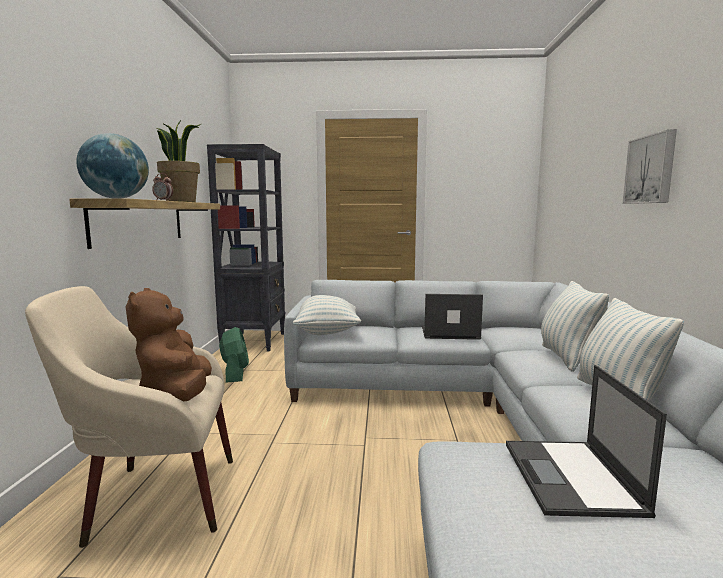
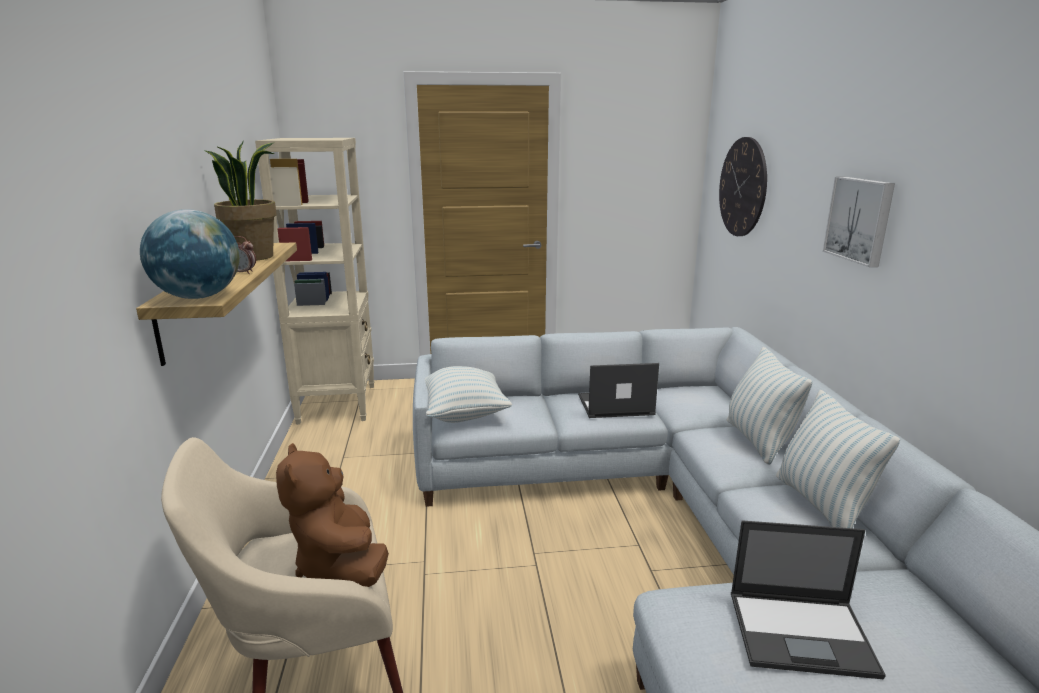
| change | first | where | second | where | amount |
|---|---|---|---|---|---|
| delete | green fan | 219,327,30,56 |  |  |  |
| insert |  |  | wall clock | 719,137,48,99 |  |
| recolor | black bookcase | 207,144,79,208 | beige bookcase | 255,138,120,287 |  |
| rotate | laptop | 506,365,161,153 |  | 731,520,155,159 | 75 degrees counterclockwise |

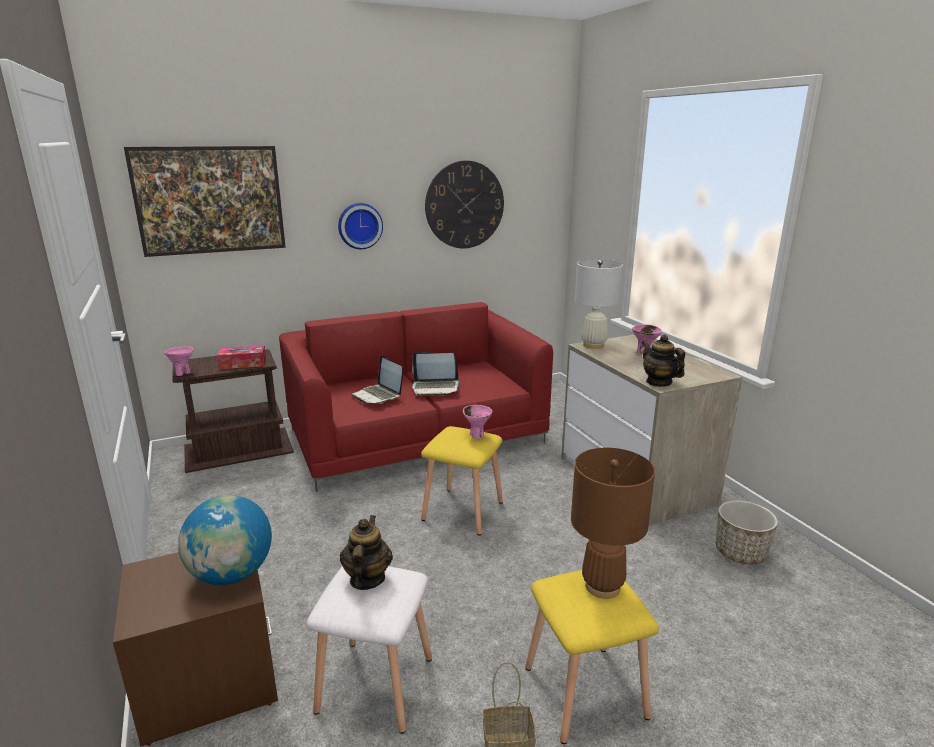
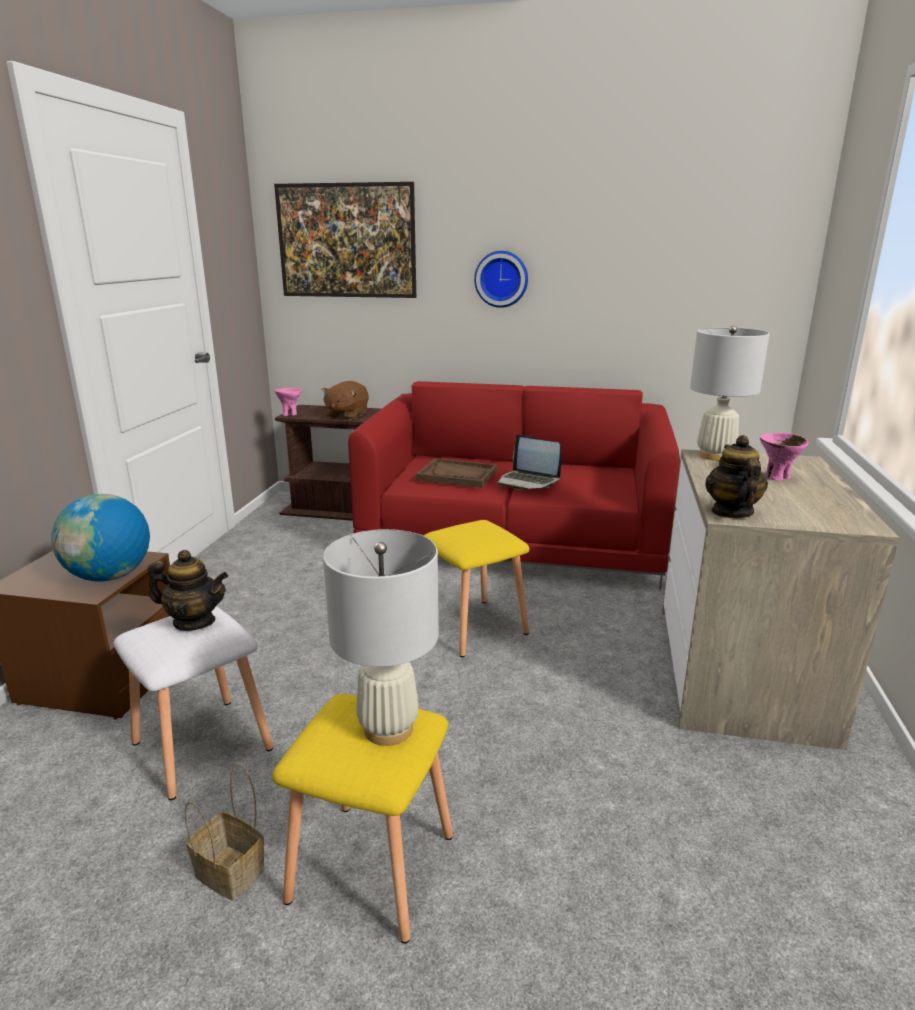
| change | first | where | second | where | amount |
|---|---|---|---|---|---|
| delete | wall clock | 425,161,79,87 |  |  |  |
| delete | pink bowl | 463,405,30,34 |  |  |  |
| delete | planter | 716,500,62,64 |  |  |  |
| replace | tissue box | 217,345,49,24 | brown plush toy | 322,381,47,39 |  |
| replace | laptop | 352,355,50,48 | brown tray | 416,458,82,30 |  |
| recolor | brown table lamp | 571,448,84,151 | white table lamp | 323,529,116,217 |  |
| rotate | teapot | 340,515,53,75 |  | 148,550,80,81 | 60 degrees clockwise |

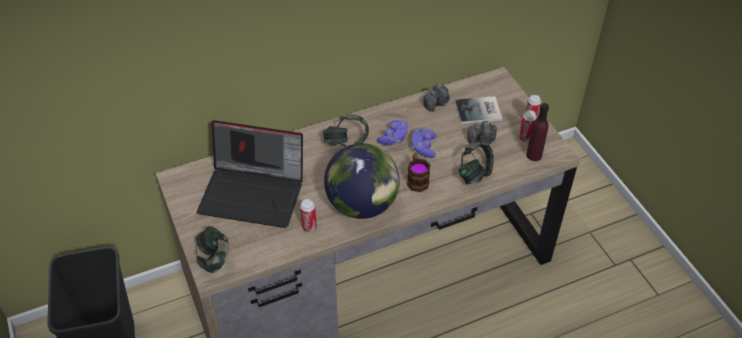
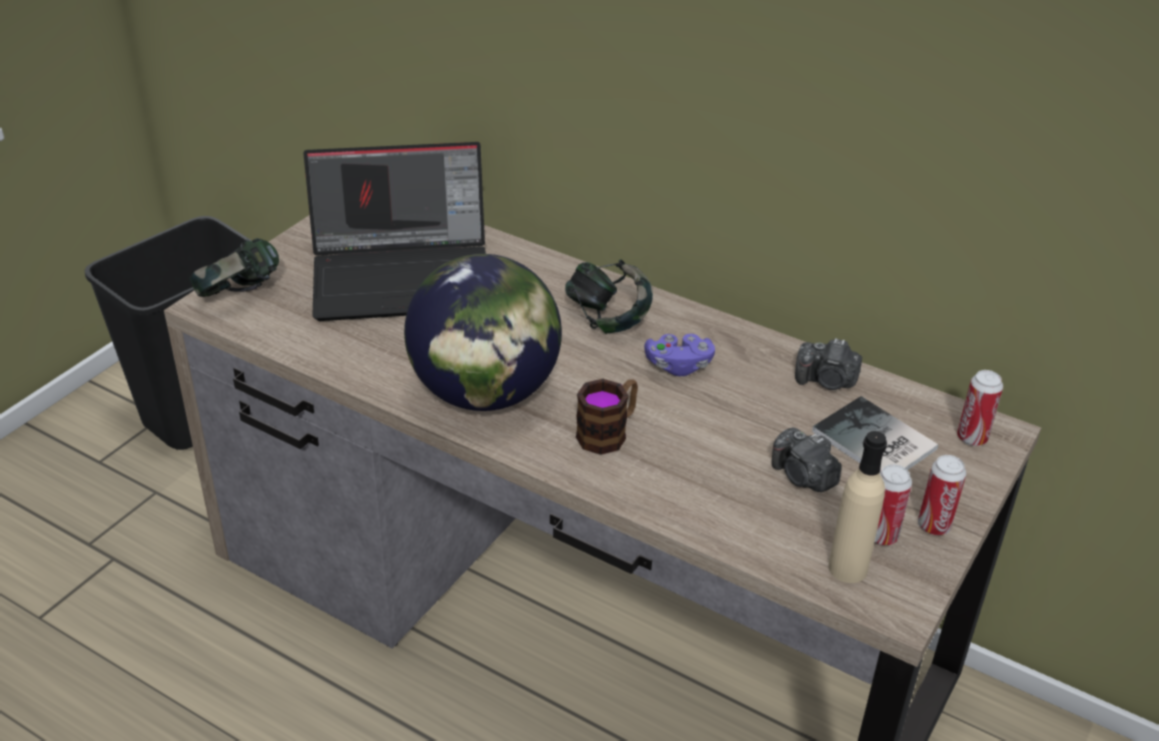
| change | first | where | second | where | amount |
|---|---|---|---|---|---|
| delete | purple game controller | 412,127,24,31 |  |  |  |
| delete | headphones | 458,141,36,43 |  |  |  |
| move | can | 300,199,17,33 |  | 957,370,46,76 |  |
| recolor | purple bottle | 526,103,23,58 | beige bottle | 828,431,59,152 |  |
| rotate | laptop | 197,120,106,108 |  | 303,142,183,179 | 75 degrees counterclockwise |

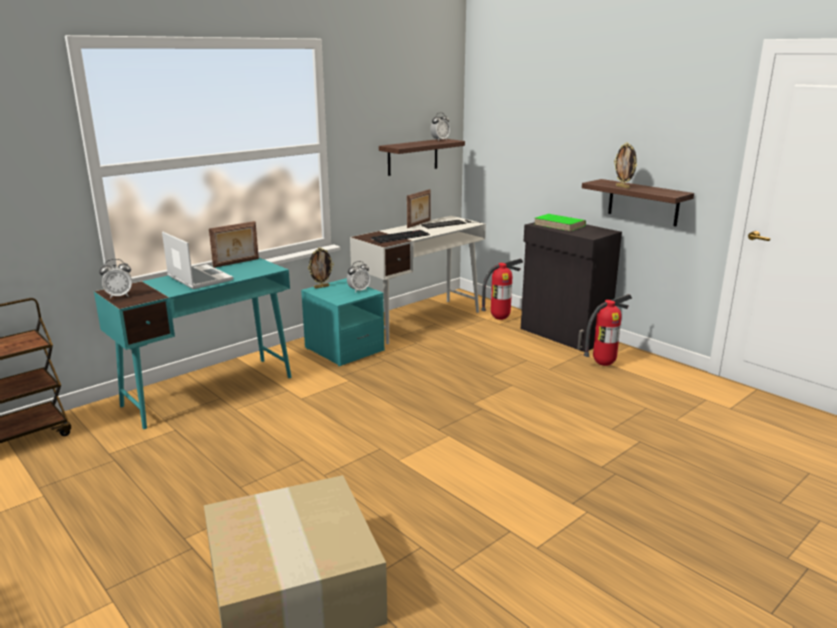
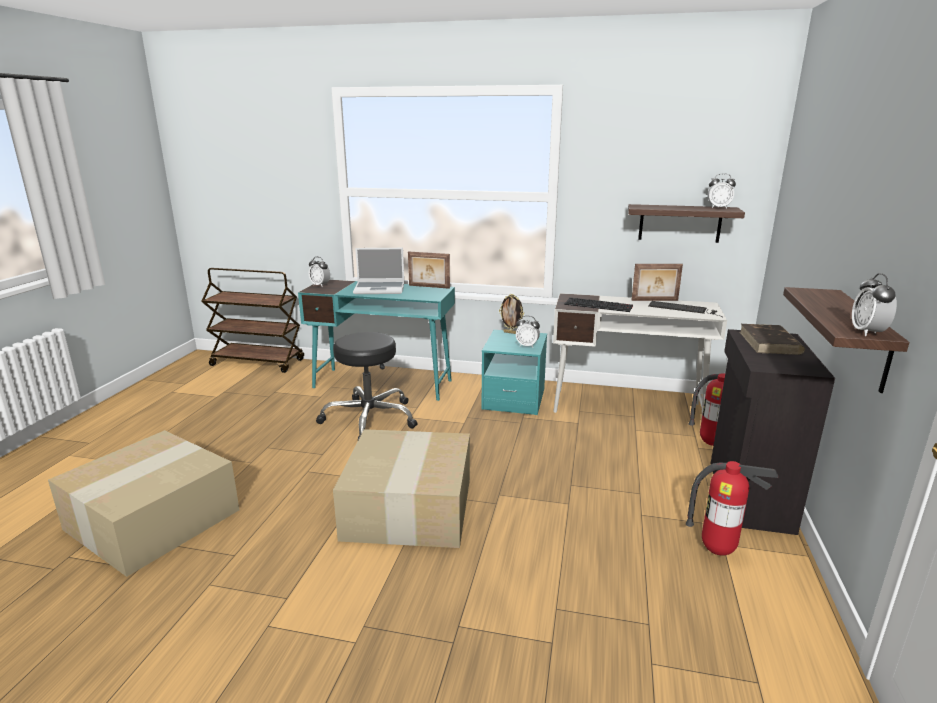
| change | first | where | second | where | amount |
|---|---|---|---|---|---|
| delete | picture frame | 614,142,23,47 |  |  |  |
| insert |  |  | black stool | 316,332,101,108 |  |
| insert |  |  | cardboard box | 333,429,137,119 |  |
| insert |  |  | alarm clock | 852,273,45,63 |  |
| recolor | green book | 534,214,52,17 | brown book | 739,324,66,31 |  |
| rotate | laptop | 162,232,71,57 |  | 353,248,51,46 | 75 degrees clockwise |

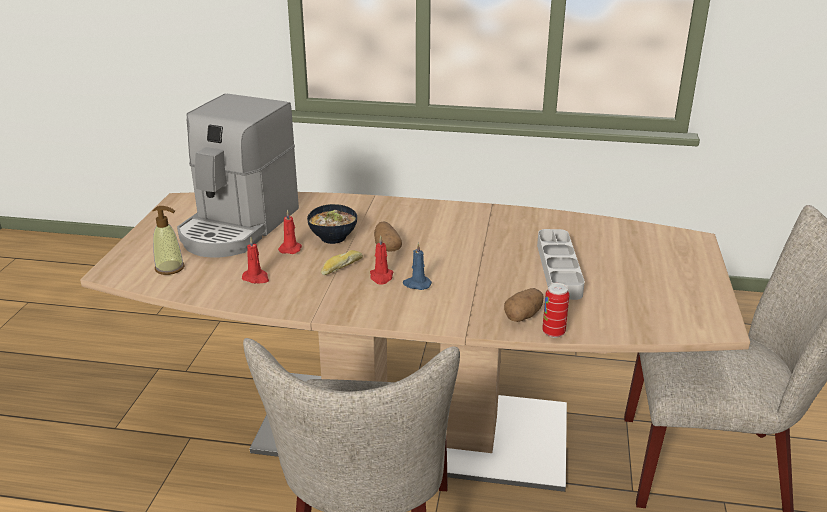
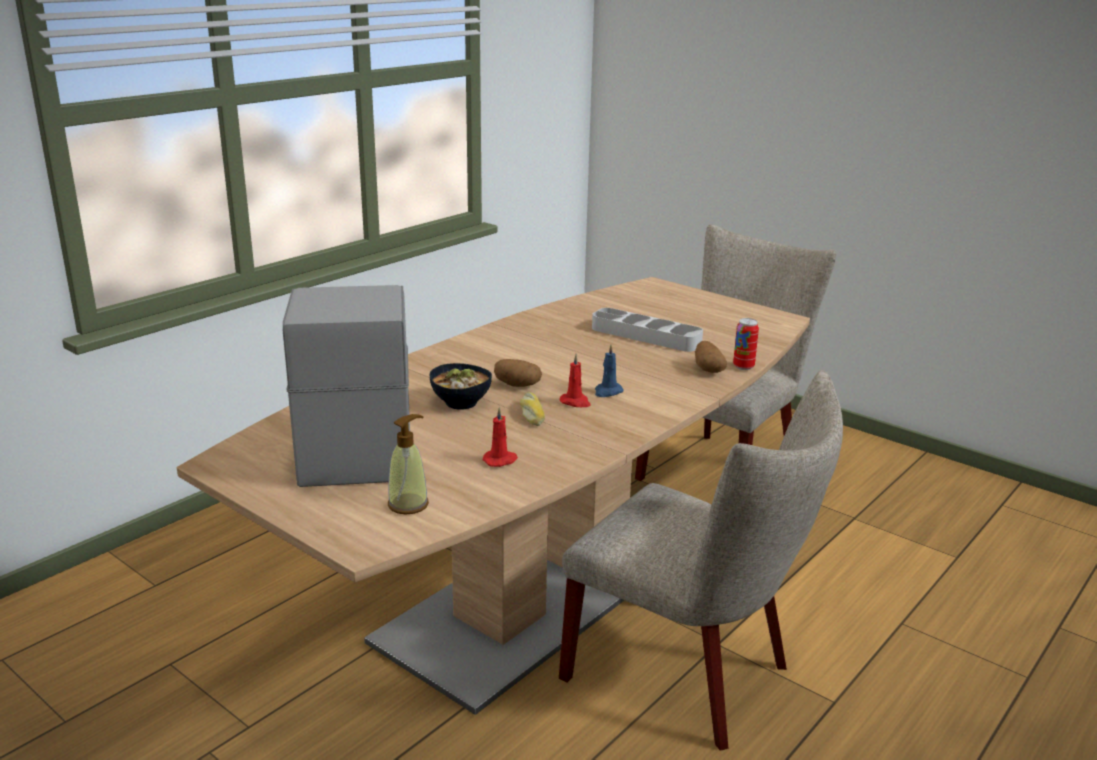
| change | first | where | second | where | amount |
|---|---|---|---|---|---|
| delete | red candle | 278,210,24,44 |  |  |  |
| rotate | coffee machine | 177,94,122,164 |  | 283,285,127,202 | 150 degrees counterclockwise |

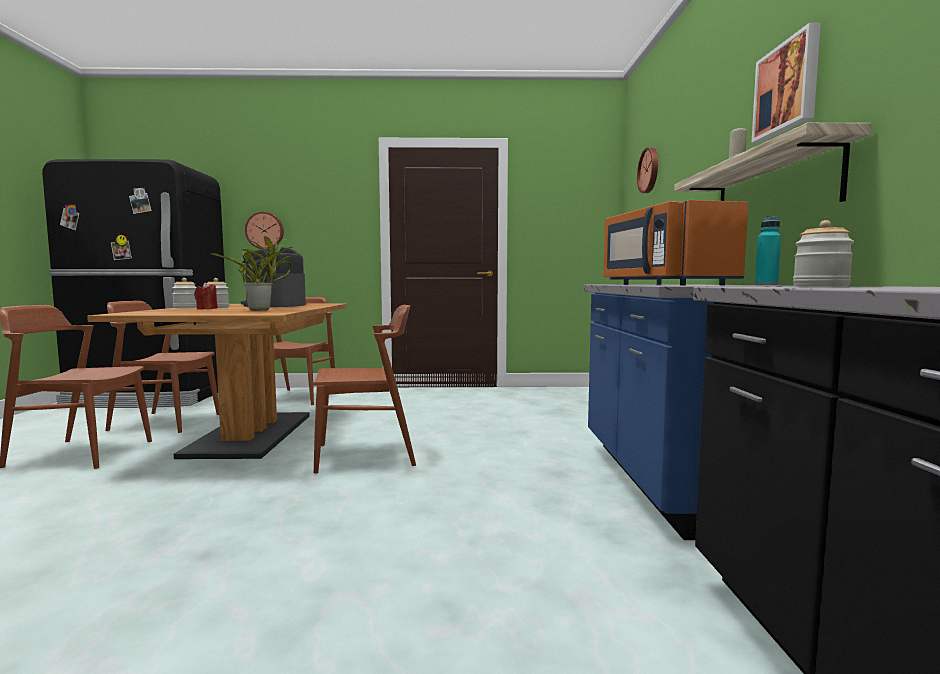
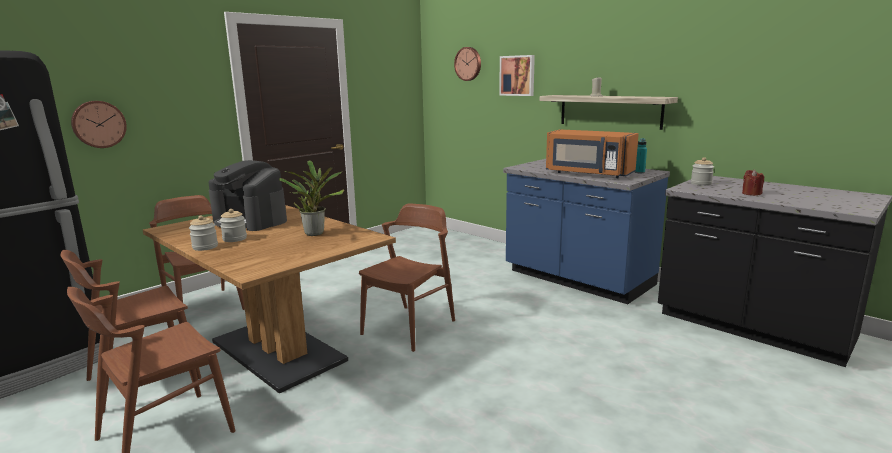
| change | first | where | second | where | amount |
|---|---|---|---|---|---|
| move | red candle | 194,282,24,27 |  | 742,170,22,26 |  |
| move | picture | 751,23,70,120 |  | 499,55,36,41 |  |

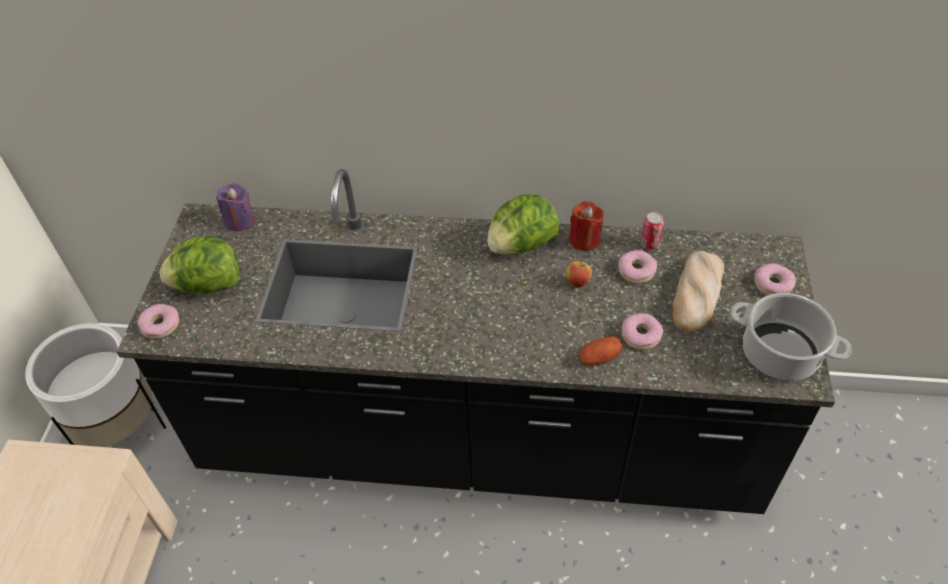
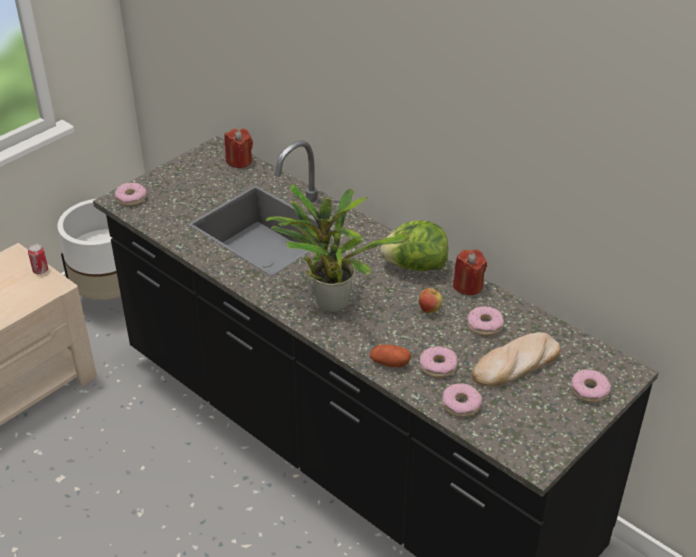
| change | first | where | second | where | amount |
|---|---|---|---|---|---|
| delete | lettuce | 160,236,79,57 |  |  |  |
| delete | cooking pot | 731,293,121,88 |  |  |  |
| insert |  |  | potted plant | 266,184,143,128 |  |
| insert |  |  | donut | 442,383,40,34 |  |
| move | can | 640,212,24,38 |  | 28,244,20,30 |  |
| recolor | purple candle | 216,183,39,48 | red candle | 224,129,29,39 |  |

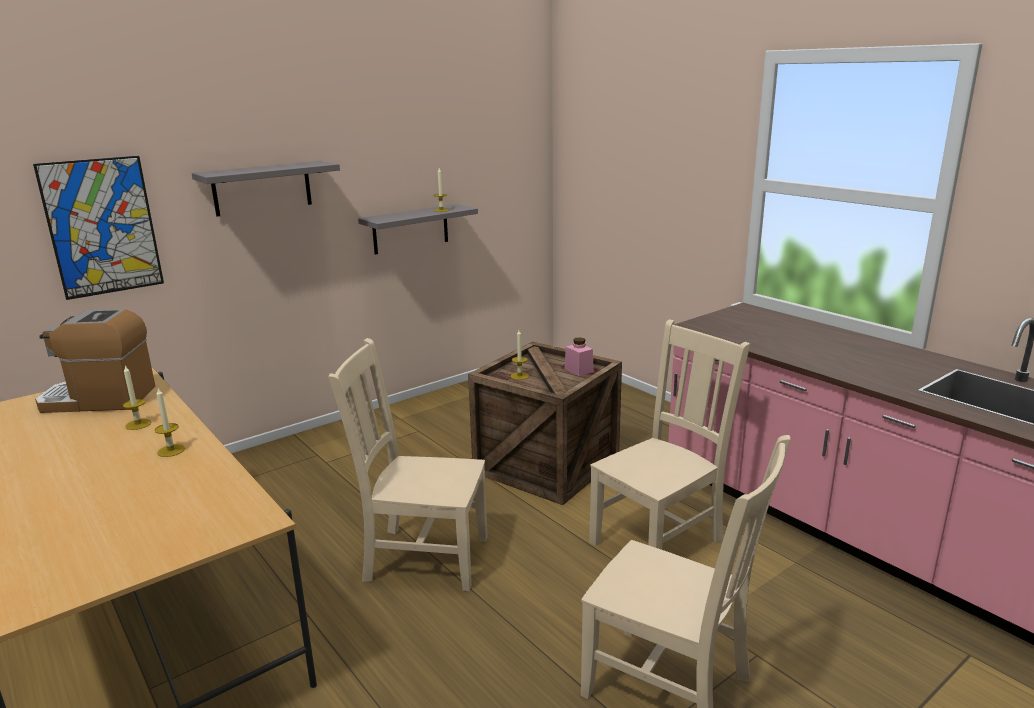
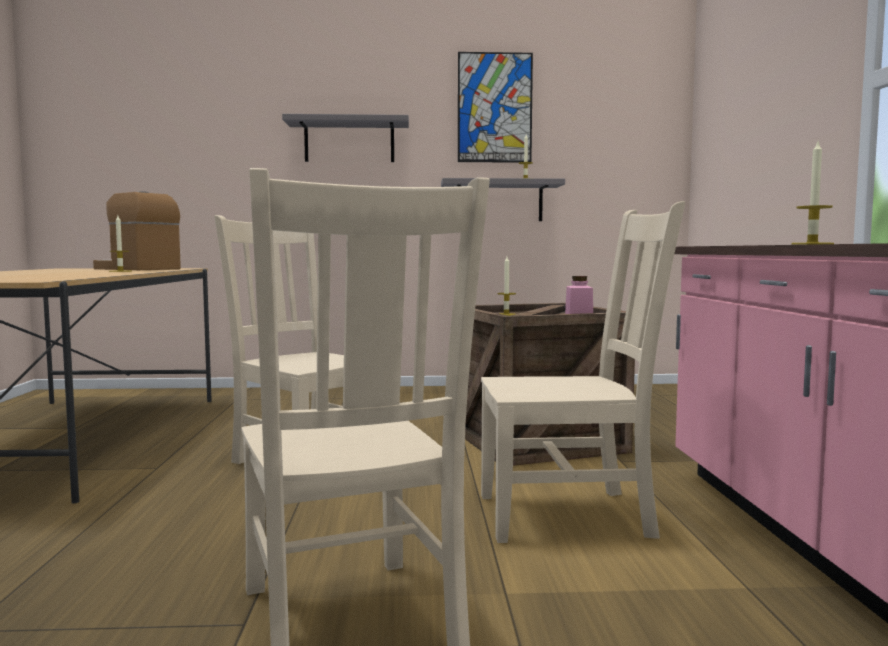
| change | first | where | second | where | amount |
|---|---|---|---|---|---|
| move | picture | 33,156,131,144 |  | 458,52,75,111 |  |
| move | candle | 155,388,30,69 |  | 792,142,42,102 |  |

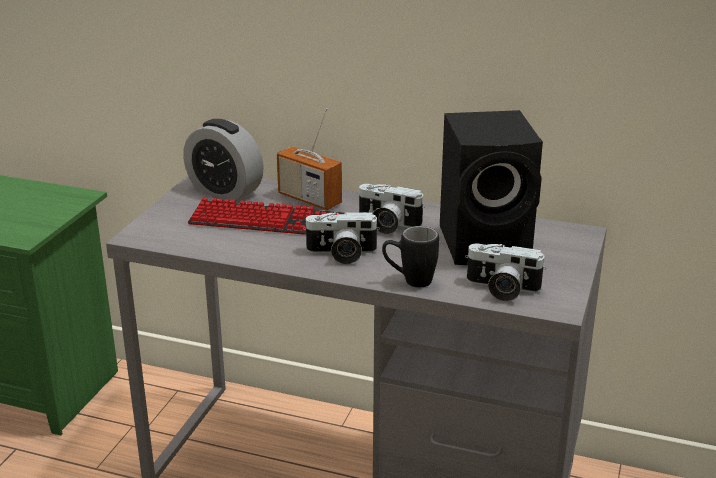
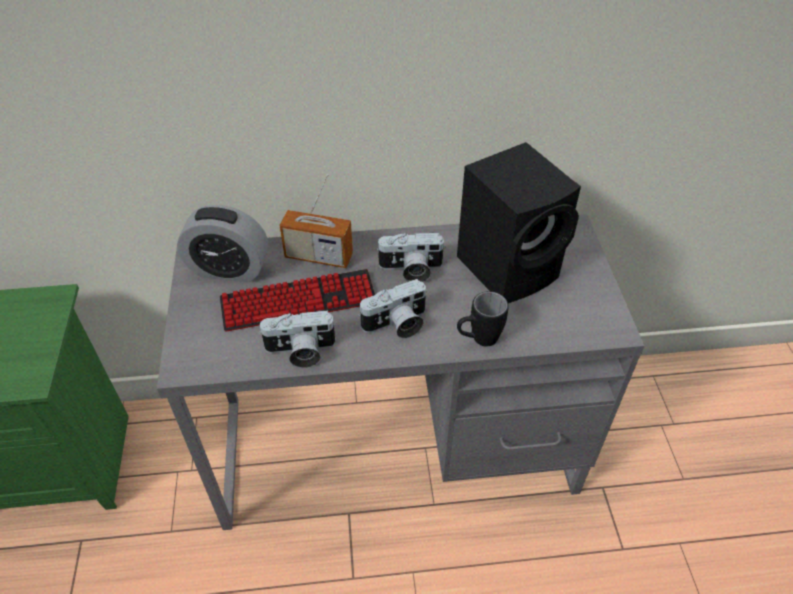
| change | first | where | second | where | amount |
|---|---|---|---|---|---|
| move | photo camera | 465,244,81,57 |  | 258,310,79,58 |  |

